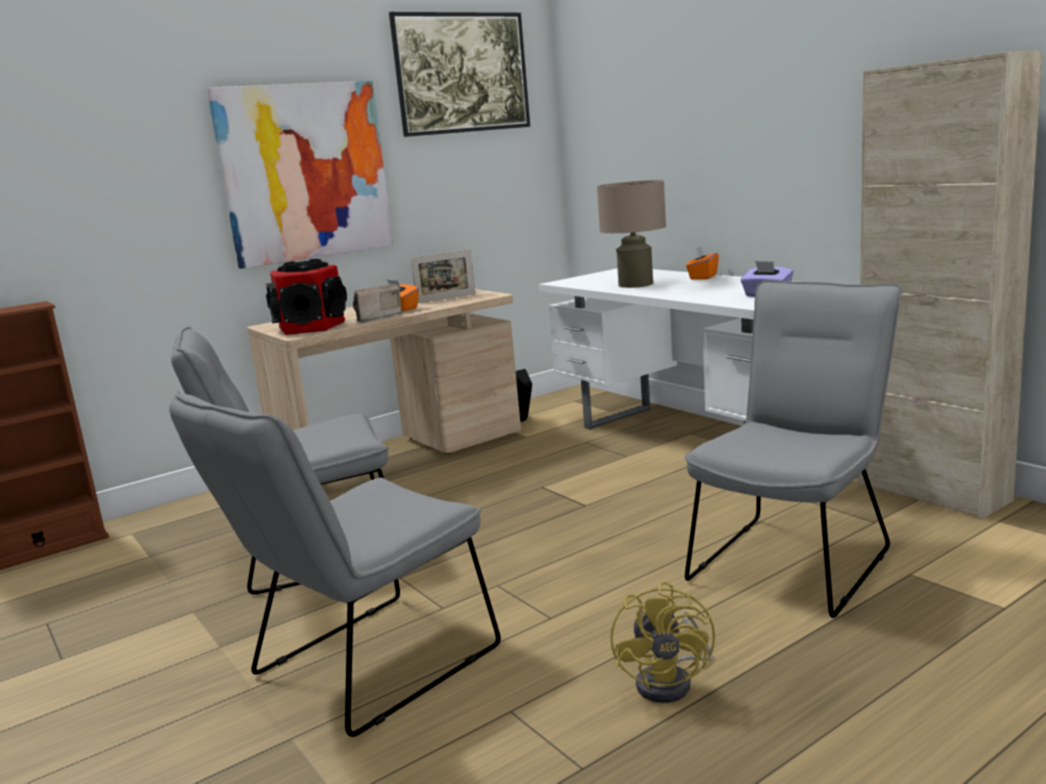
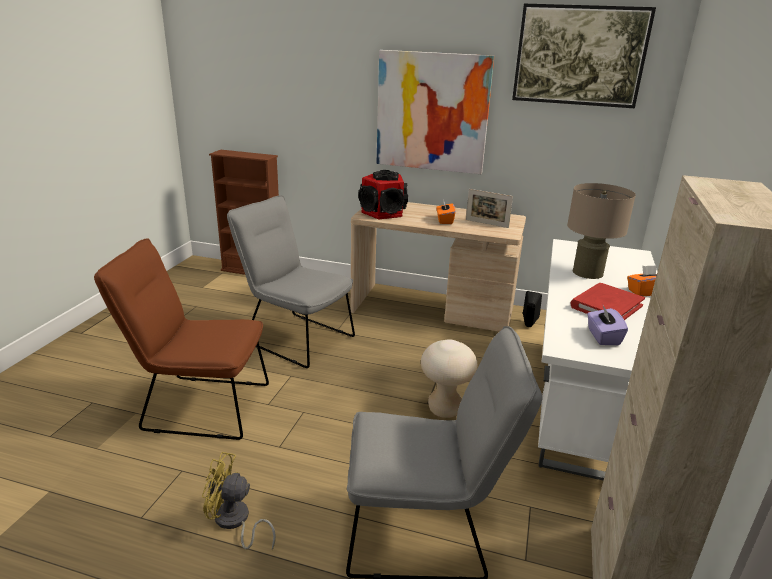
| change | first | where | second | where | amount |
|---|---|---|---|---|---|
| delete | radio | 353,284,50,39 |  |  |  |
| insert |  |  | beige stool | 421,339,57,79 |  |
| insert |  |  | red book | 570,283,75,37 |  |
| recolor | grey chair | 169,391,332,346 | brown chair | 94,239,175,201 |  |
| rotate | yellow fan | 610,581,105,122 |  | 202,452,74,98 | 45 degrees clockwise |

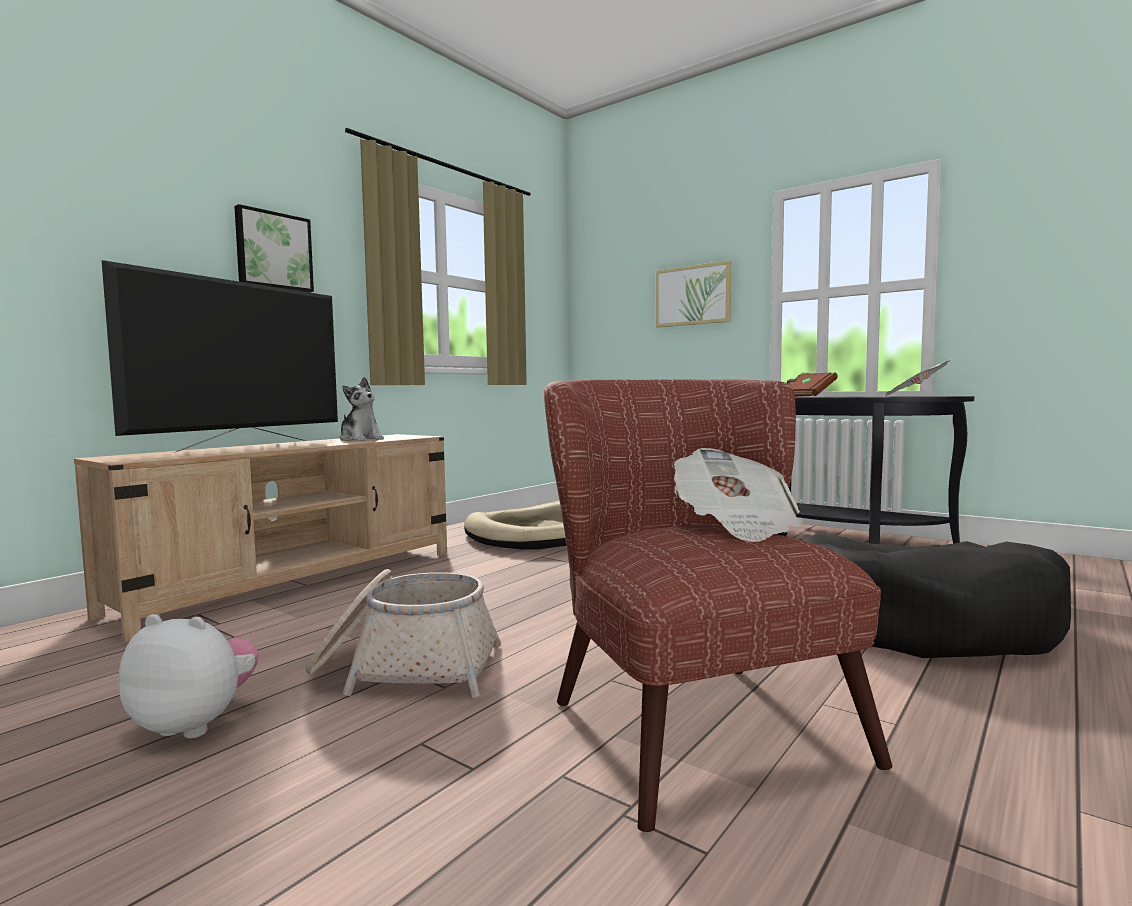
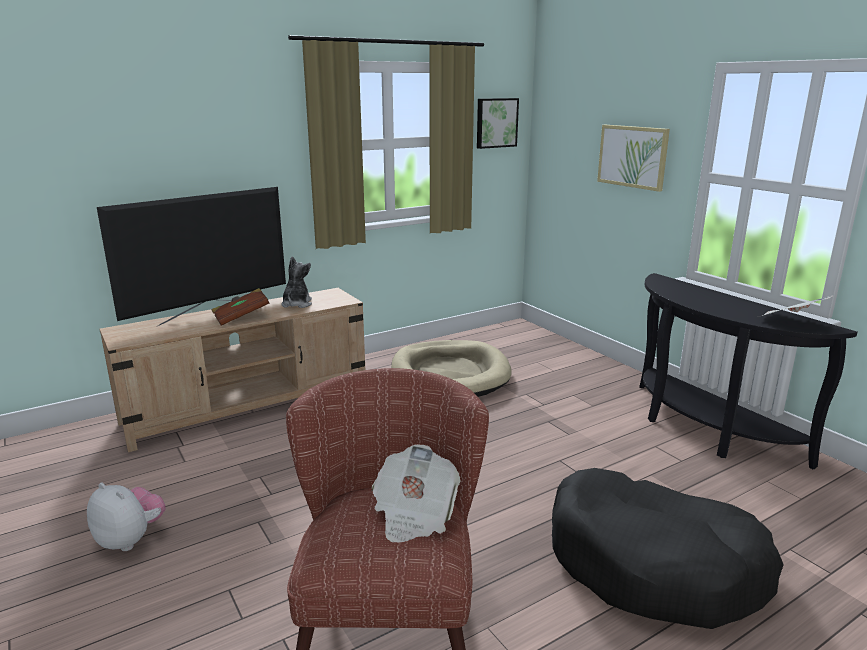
| change | first | where | second | where | amount |
|---|---|---|---|---|---|
| delete | basket | 306,569,195,129 |  |  |  |
| move | picture | 234,204,80,88 |  | 477,98,42,51 |  |
| move | brown book | 787,372,50,25 |  | 212,288,57,38 |  |
| rotate | plush toy | 340,377,44,64 |  | 281,257,31,51 | 150 degrees counterclockwise |

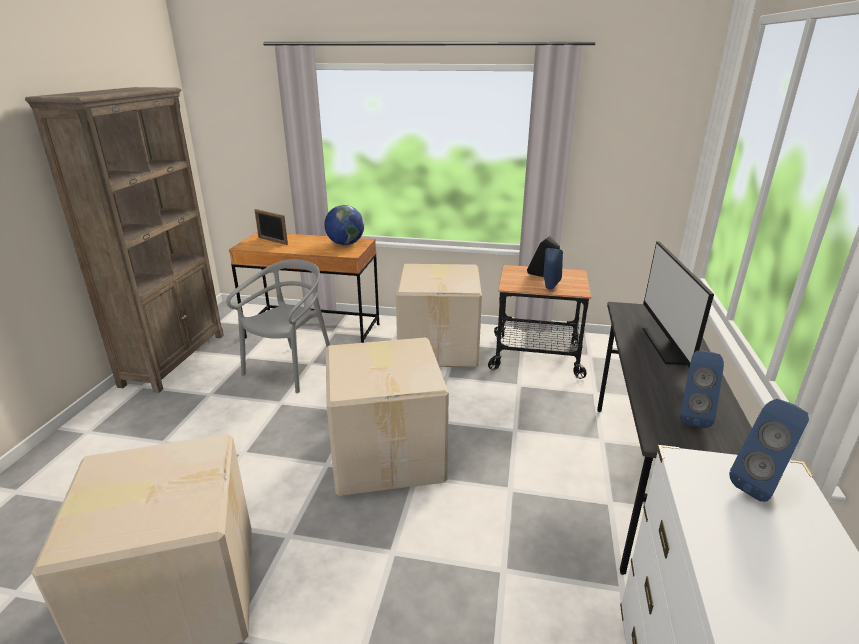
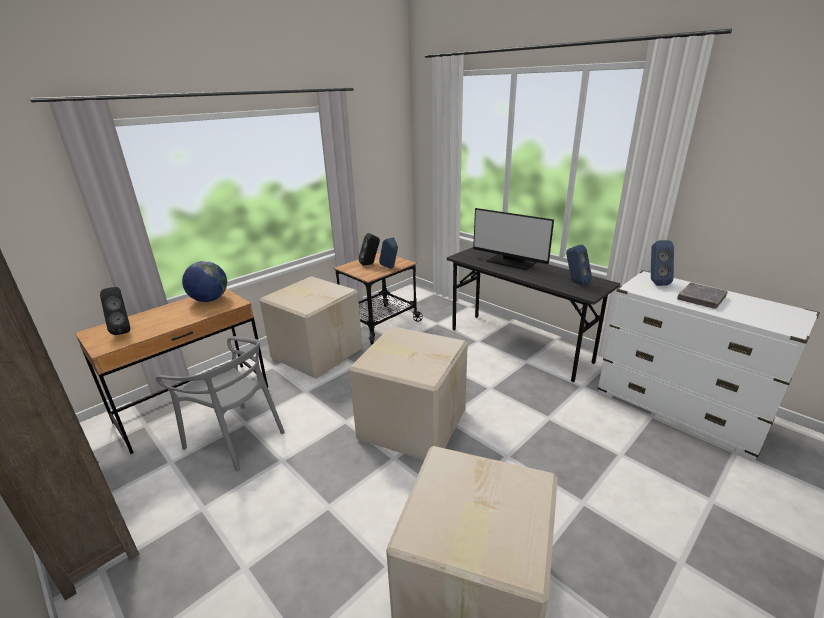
| change | first | where | second | where | amount |
|---|---|---|---|---|---|
| insert |  |  | grey book | 677,283,51,26 |  |
| replace | picture frame | 254,209,34,36 | black speaker | 100,287,30,48 |  |
| rotate | grey chair | 226,259,104,134 |  | 156,336,129,135 | 150 degrees clockwise |

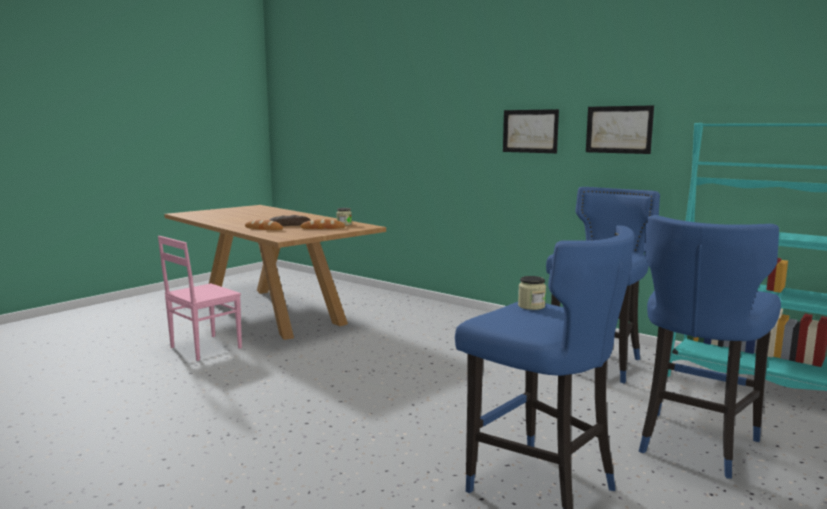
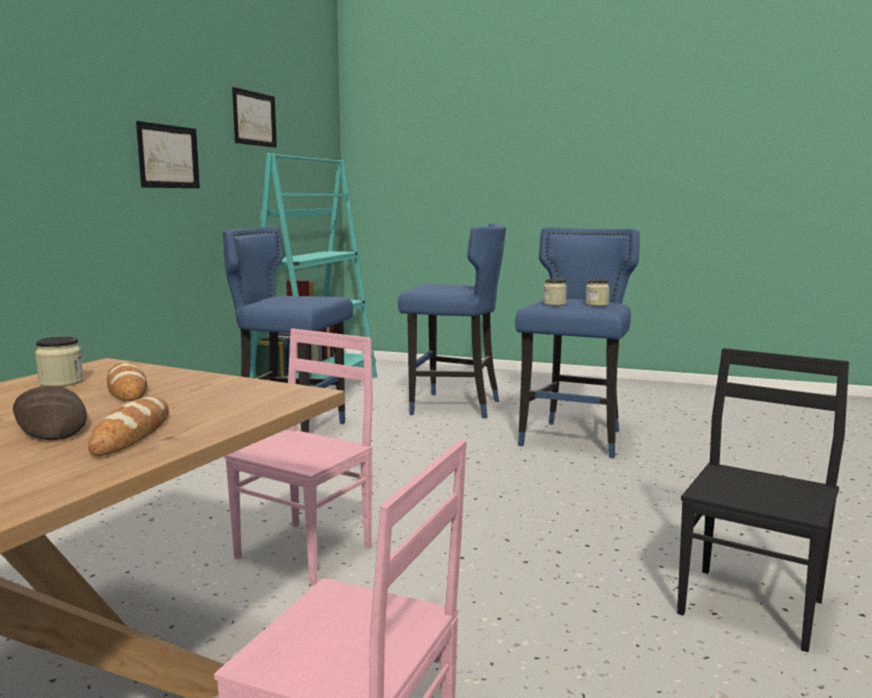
| change | first | where | second | where | amount |
|---|---|---|---|---|---|
| insert |  |  | pink chair | 224,329,149,256 |  |
| insert |  |  | jar | 585,279,25,27 |  |
| insert |  |  | black chair | 677,348,172,304 |  |
| move | picture | 503,109,56,44 |  | 232,87,45,61 |  |

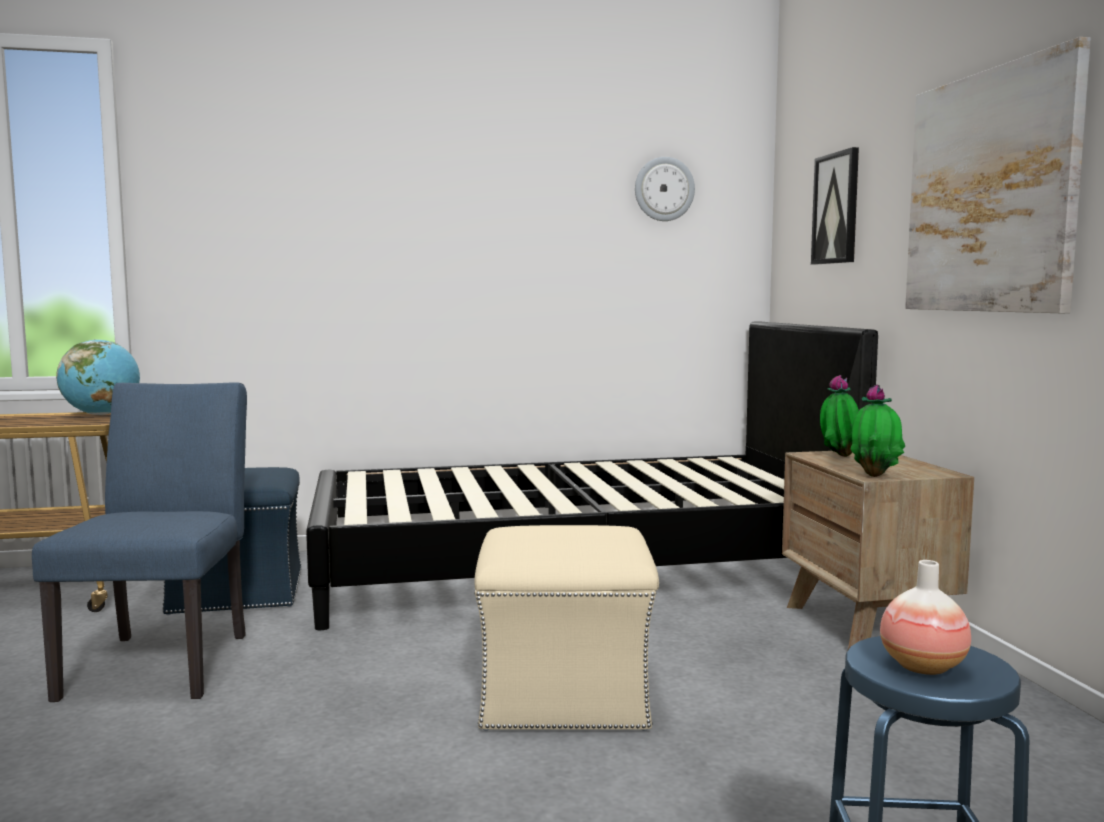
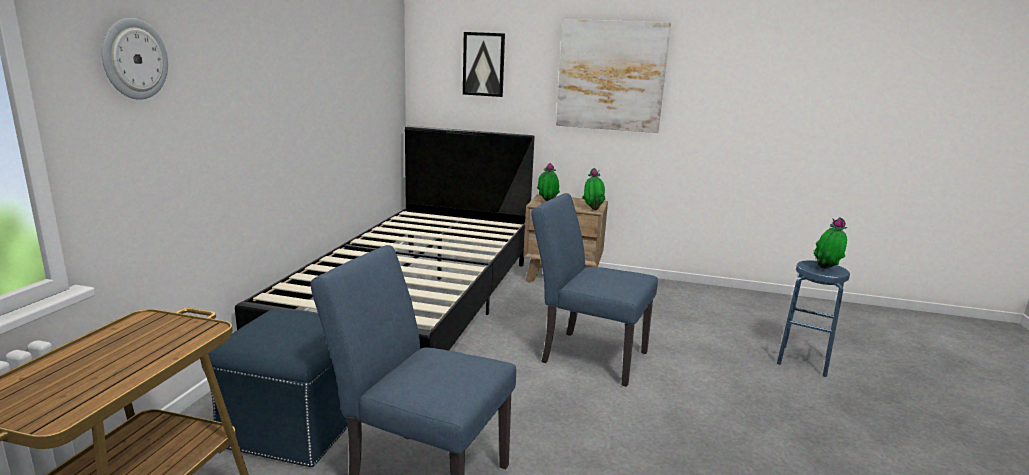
| change | first | where | second | where | amount |
|---|---|---|---|---|---|
| delete | globe | 56,339,84,76 |  |  |  |
| move | wall clock | 635,157,60,64 |  | 102,18,66,82 |  |
| replace | beige ottoman | 474,525,185,206 | blue chair | 531,193,127,194 |  |
| replace | vase | 880,560,91,115 | potted plant | 814,217,33,52 |  |

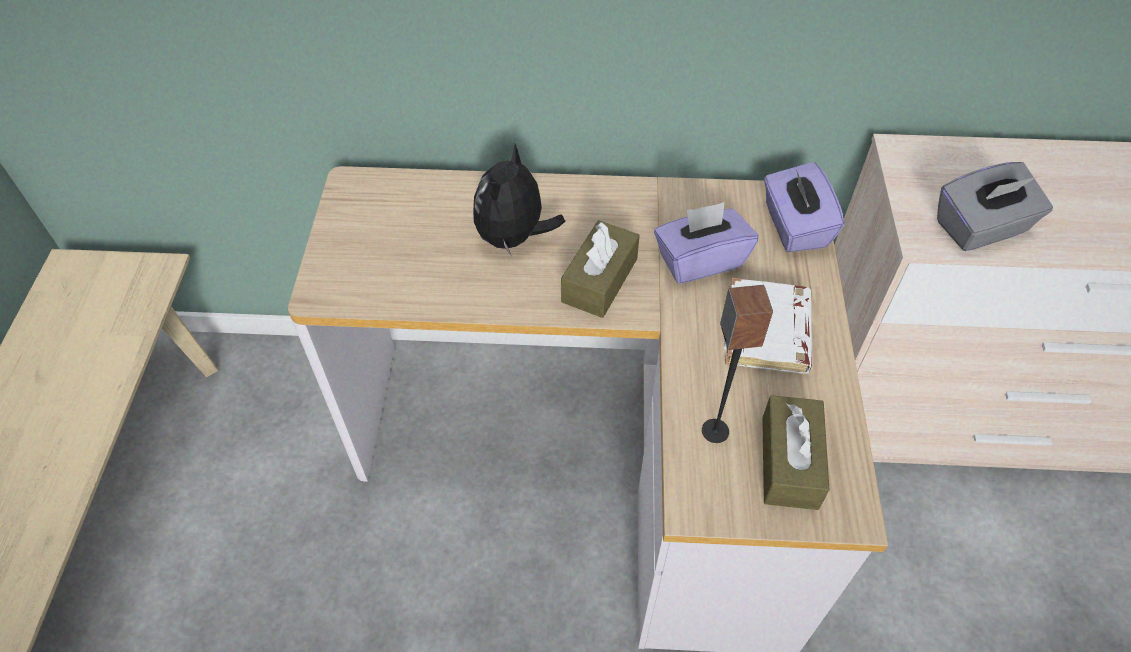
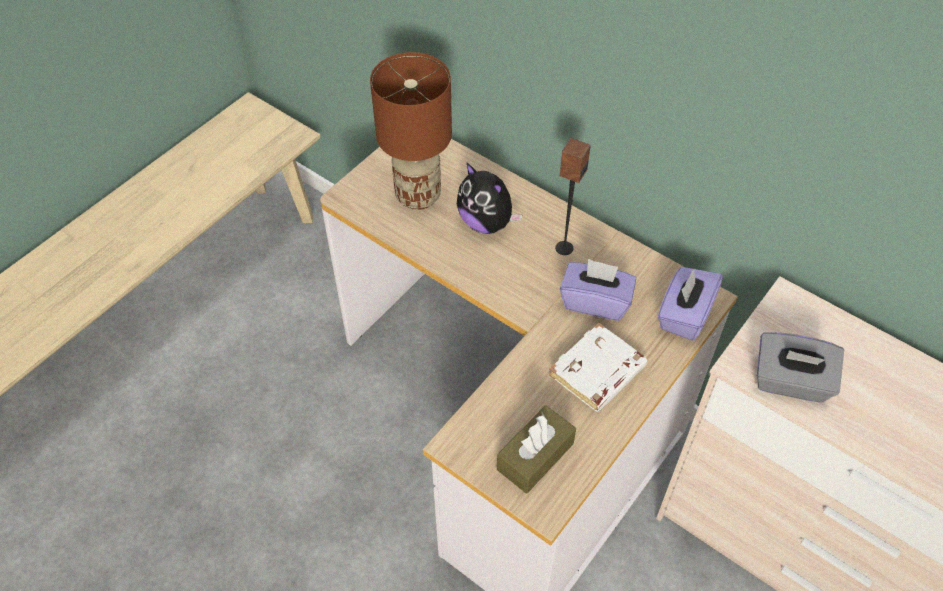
| change | first | where | second | where | amount |
|---|---|---|---|---|---|
| delete | brown tissue box | 561,220,79,98 |  |  |  |
| insert |  |  | brown table lamp | 370,52,82,158 |  |
| move | speaker | 702,285,71,158 |  | 555,138,36,117 |  |
| rotate | plush toy | 473,143,92,113 |  | 457,162,66,72 | 105 degrees counterclockwise |

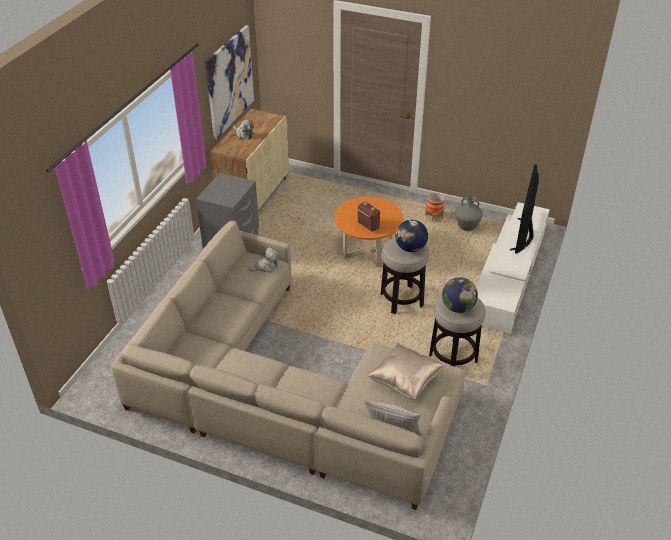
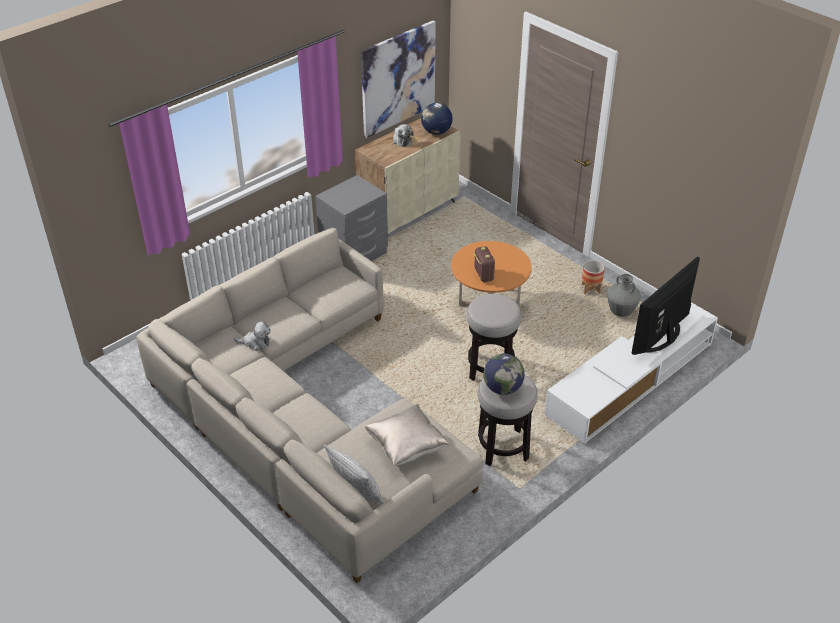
| change | first | where | second | where | amount |
|---|---|---|---|---|---|
| move | plush toy | 249,247,30,26 |  | 234,321,37,30 |  |
| move | globe | 395,220,33,32 |  | 421,103,32,32 |  |

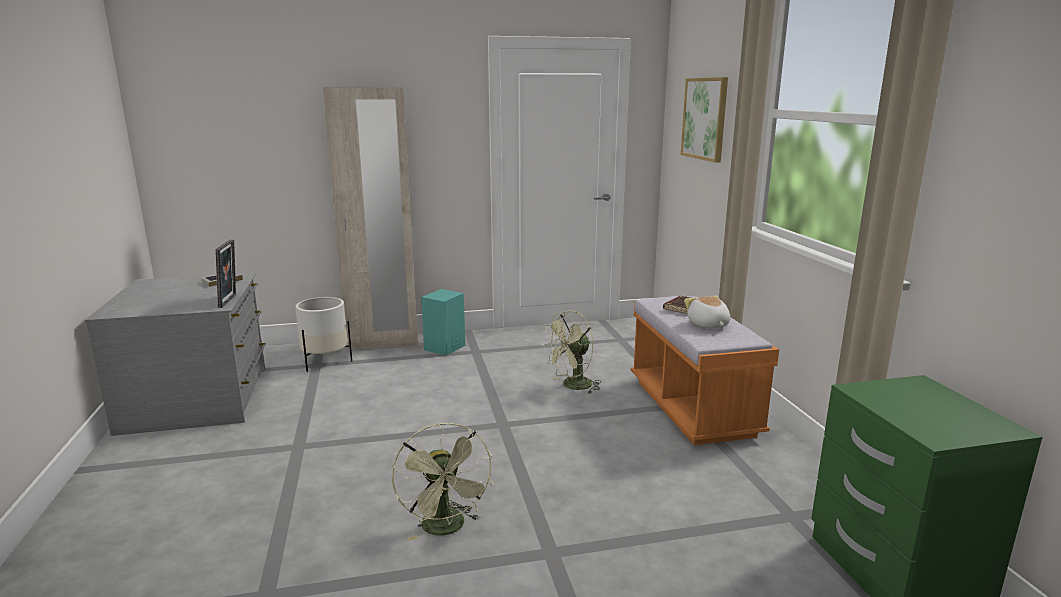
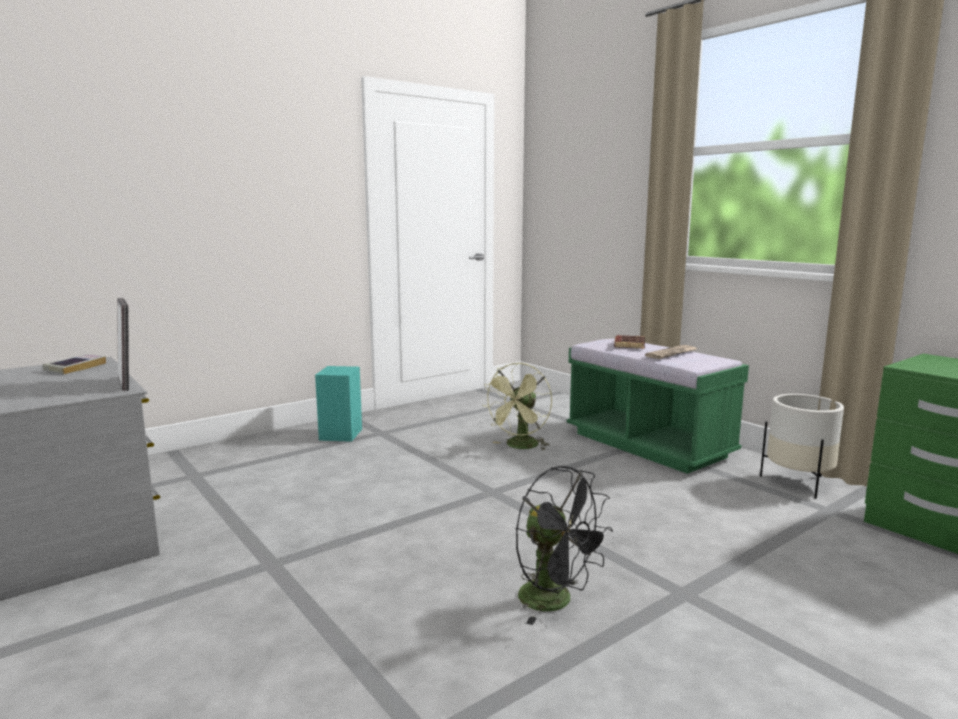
| change | first | where | second | where | amount |
|---|---|---|---|---|---|
| delete | beige wardrobe | 323,88,95,263 |  |  |  |
| delete | picture | 681,77,47,86 |  |  |  |
| move | white planter | 295,297,57,75 |  | 760,394,84,105 |  |
| replace | plush toy | 684,296,46,32 | newspaper | 645,345,52,14 |  |
| recolor | green fan | 392,423,101,118 | black fan | 516,466,97,159 |  |
| recolor | orange bench | 631,296,148,149 | green bench | 567,339,182,135 |  |

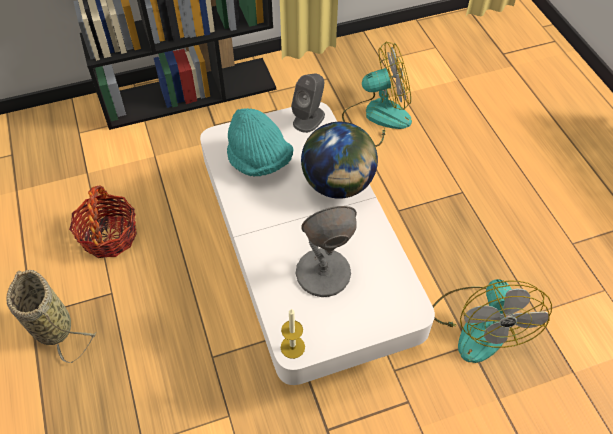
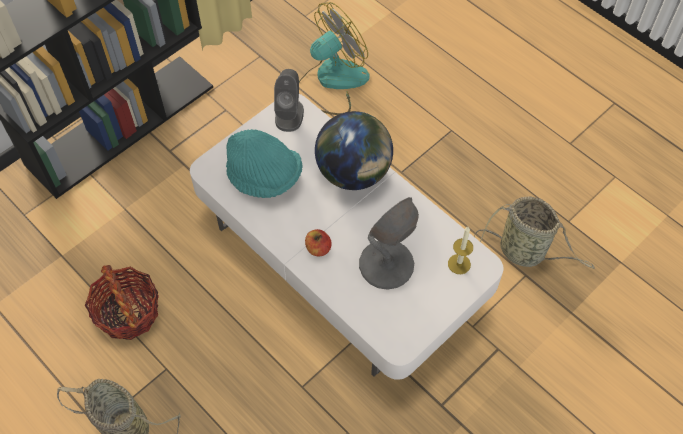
| change | first | where | second | where | amount |
|---|---|---|---|---|---|
| insert |  |  | apple | 305,229,27,27 |  |
| move | candle | 281,309,24,50 |  | 448,227,25,47 |  |
| replace | fan | 433,279,119,84 | basket | 474,196,121,73 |  |

